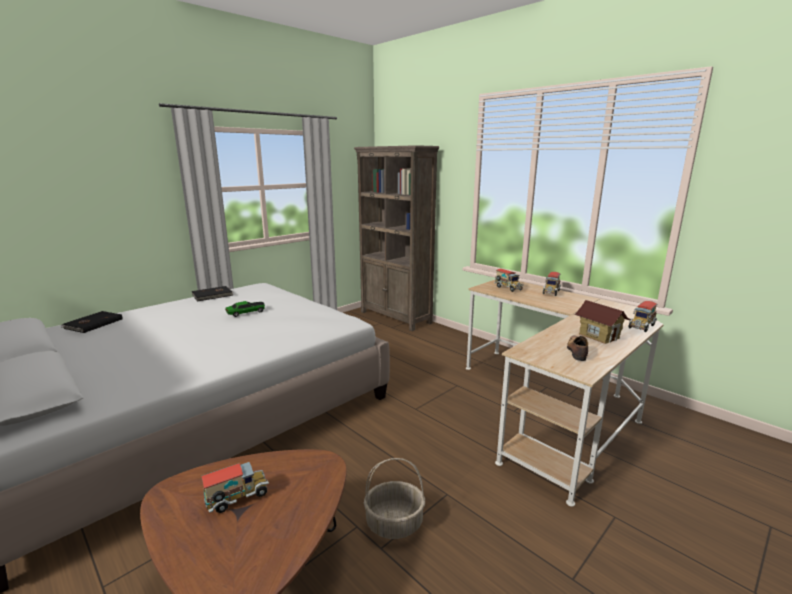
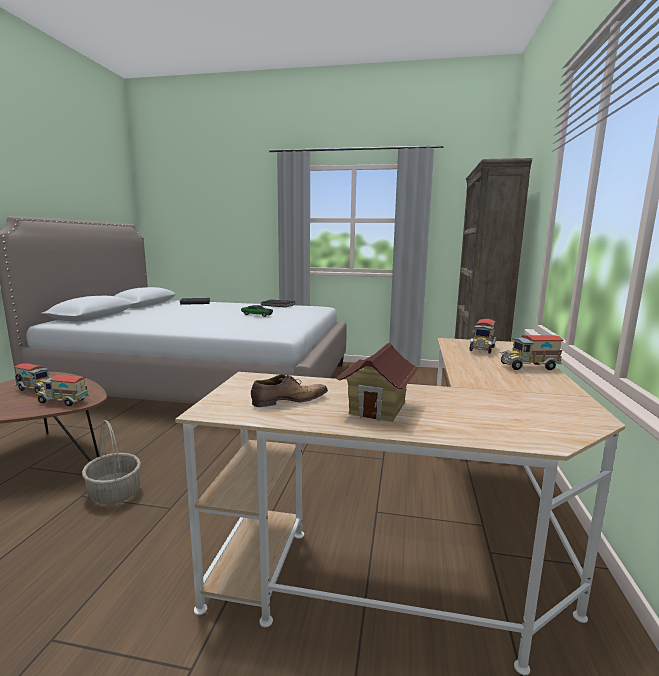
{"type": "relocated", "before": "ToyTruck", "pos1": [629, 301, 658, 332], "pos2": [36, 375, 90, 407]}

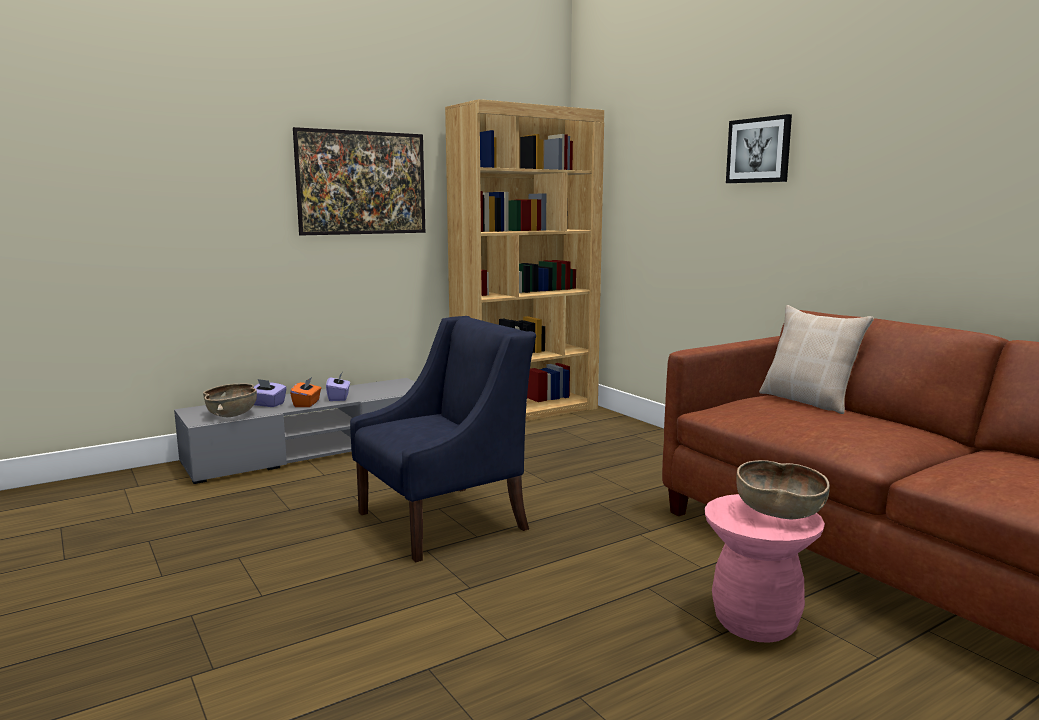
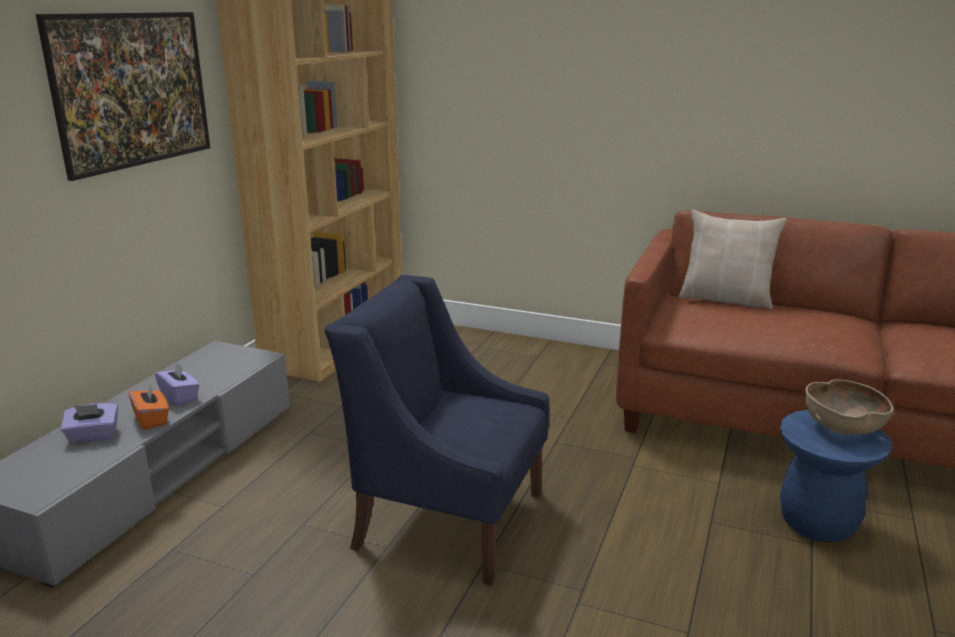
{"type": "missing", "before": "BrownBowl", "pos1": [203, 383, 257, 417]}
{"type": "missing", "before": "Picture", "pos1": [726, 114, 792, 183]}
{"type": "colour", "before": "PinkStool", "after": "BlueStool", "pos1": [705, 494, 825, 643], "pos2": [780, 410, 892, 542]}
{"type": "spun", "before": "BlueArmchair", "pos1": [350, 316, 536, 562], "pos2": [325, 275, 549, 586], "turn": -90}

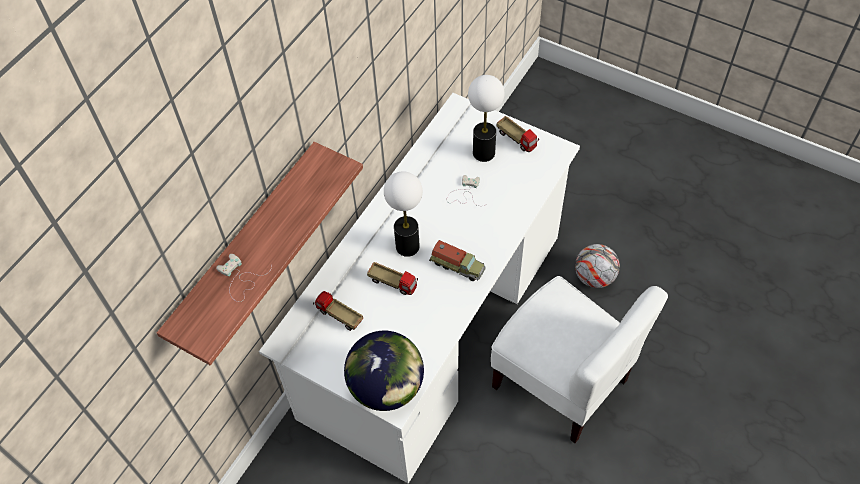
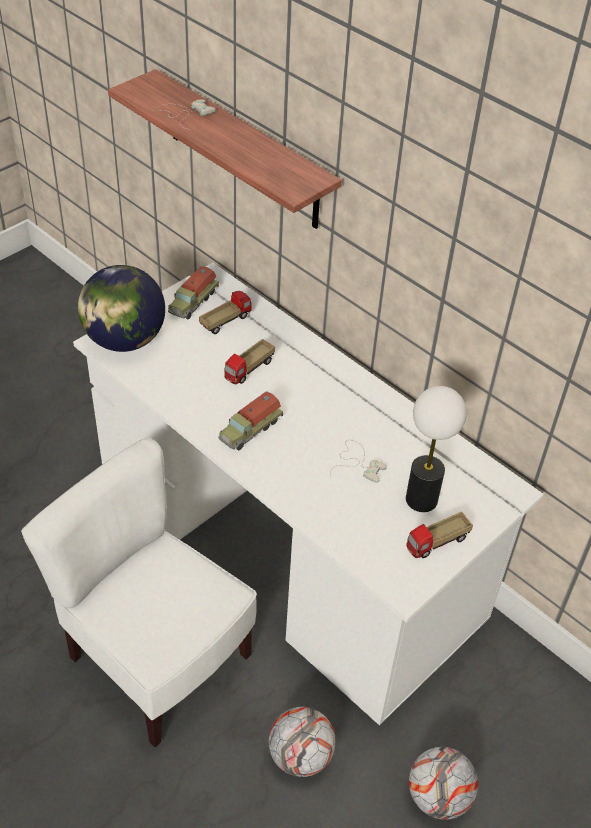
{"type": "missing", "before": "TableLamp", "pos1": [384, 171, 423, 257]}
{"type": "appeared", "after": "ToyTruck", "pos2": [168, 266, 219, 319]}
{"type": "appeared", "after": "Football", "pos2": [409, 747, 478, 820]}
{"type": "spun", "before": "WhiteChair", "pos1": [491, 276, 668, 443], "pos2": [21, 437, 257, 747], "turn": 75}

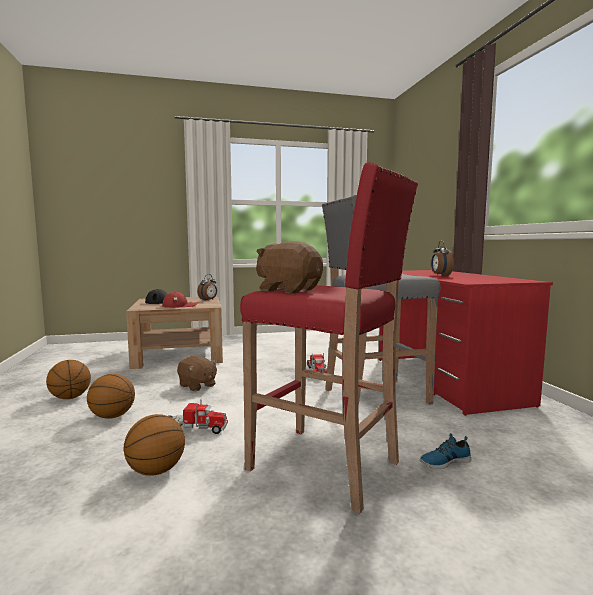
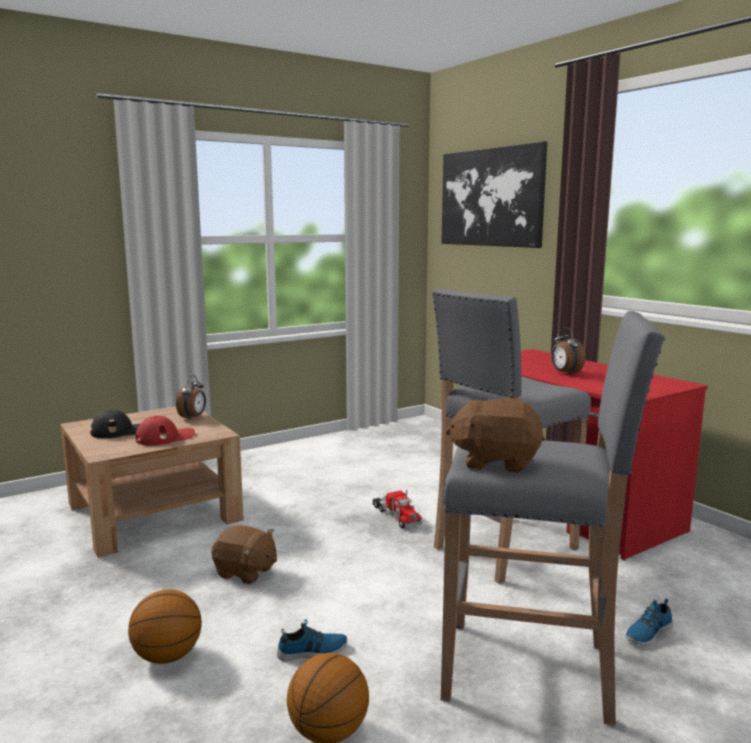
{"type": "missing", "before": "Basketball", "pos1": [46, 360, 91, 399]}
{"type": "appeared", "after": "Picture", "pos2": [442, 141, 547, 248]}
{"type": "exchanged", "before": "ToyTruck", "after": "Shoe", "pos1": [169, 399, 228, 434], "pos2": [277, 619, 347, 661]}
{"type": "colour", "before": "RedStool", "after": "GreyStool", "pos1": [240, 162, 418, 513], "pos2": [441, 311, 665, 726]}

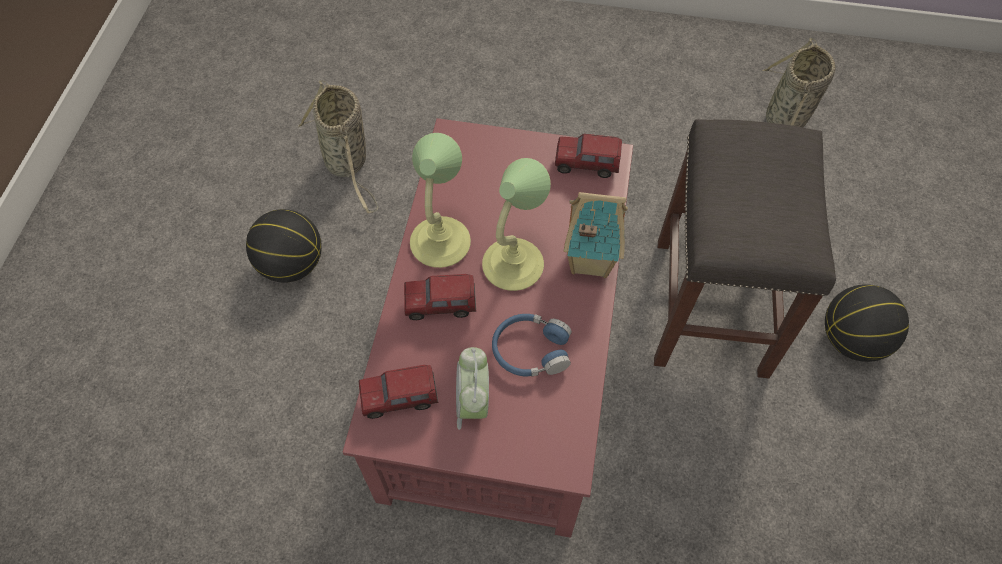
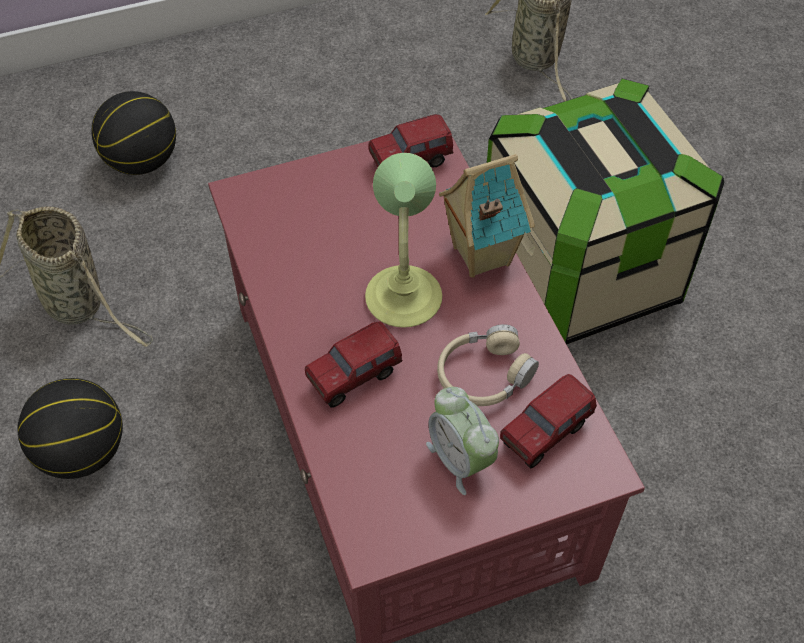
{"type": "missing", "before": "TableLamp", "pos1": [410, 133, 471, 268]}
{"type": "relocated", "before": "ToyTruck", "pos1": [359, 365, 439, 419], "pos2": [500, 374, 597, 469]}
{"type": "relocated", "before": "Basketball", "pos1": [825, 284, 909, 362], "pos2": [92, 91, 176, 175]}
{"type": "exchanged", "before": "GreyStool", "after": "StorageBox", "pos1": [654, 119, 836, 378], "pos2": [487, 79, 724, 345]}
{"type": "colour", "before": "BlueHeadphones", "after": "BeigeHeadphones", "pos1": [492, 314, 572, 377], "pos2": [437, 324, 539, 406]}

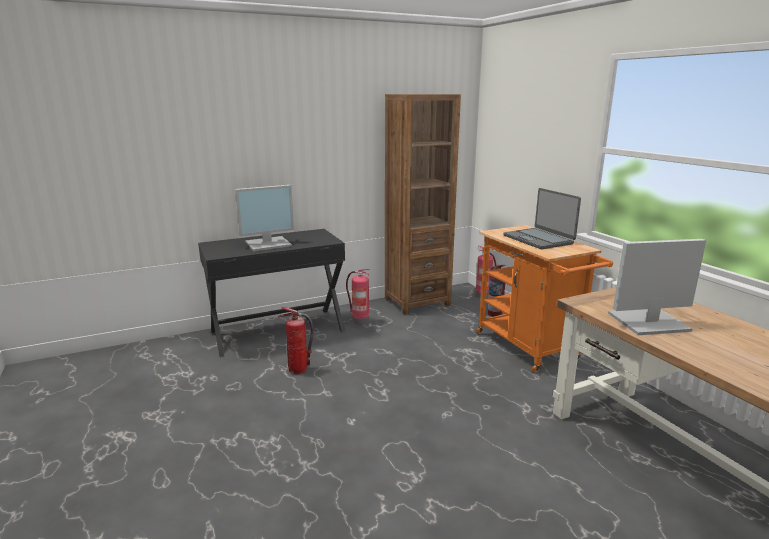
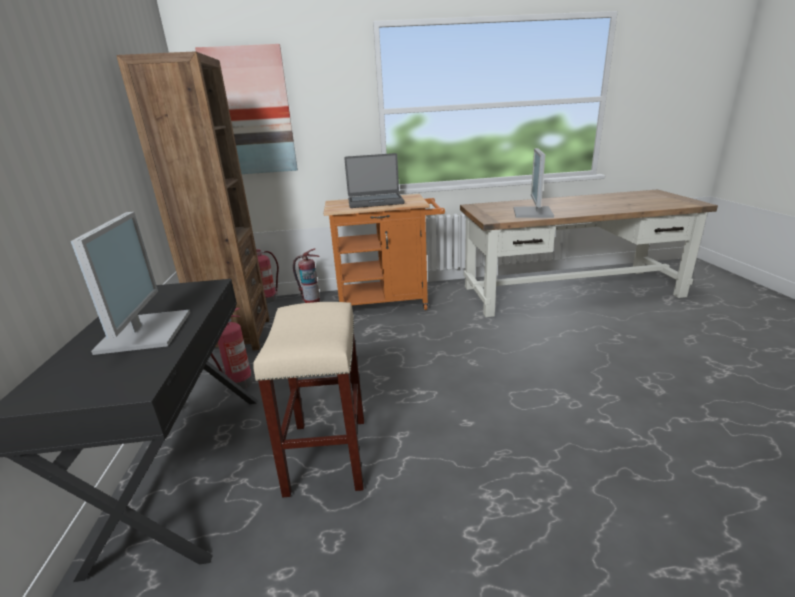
{"type": "appeared", "after": "Picture", "pos2": [195, 44, 298, 174]}
{"type": "exchanged", "before": "FireExtinguisher", "after": "BeigeStool", "pos1": [278, 307, 314, 374], "pos2": [253, 302, 364, 497]}

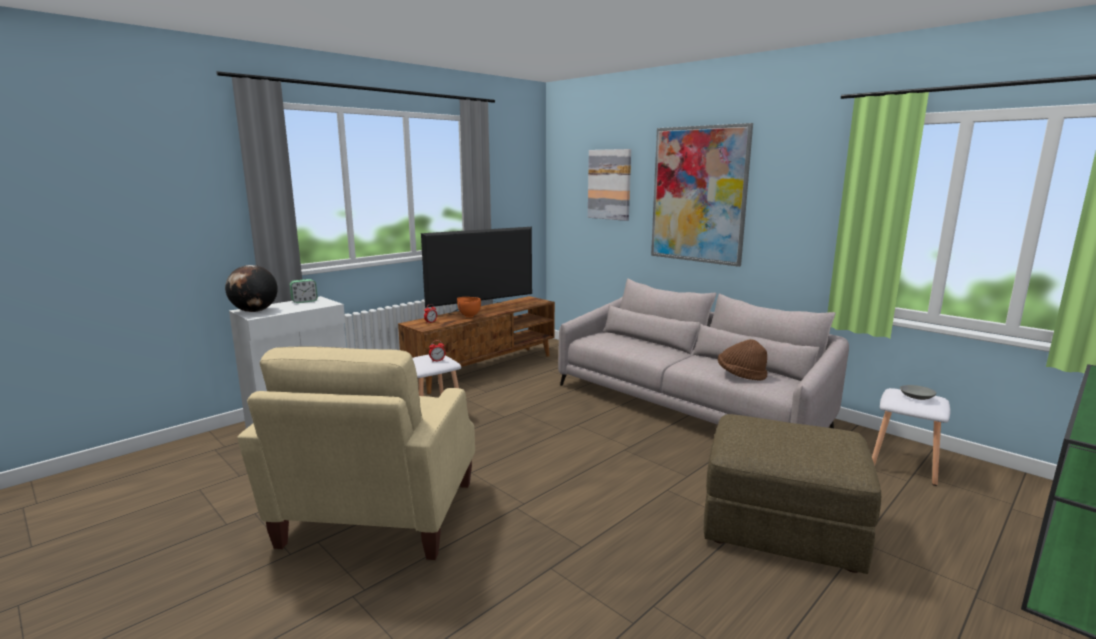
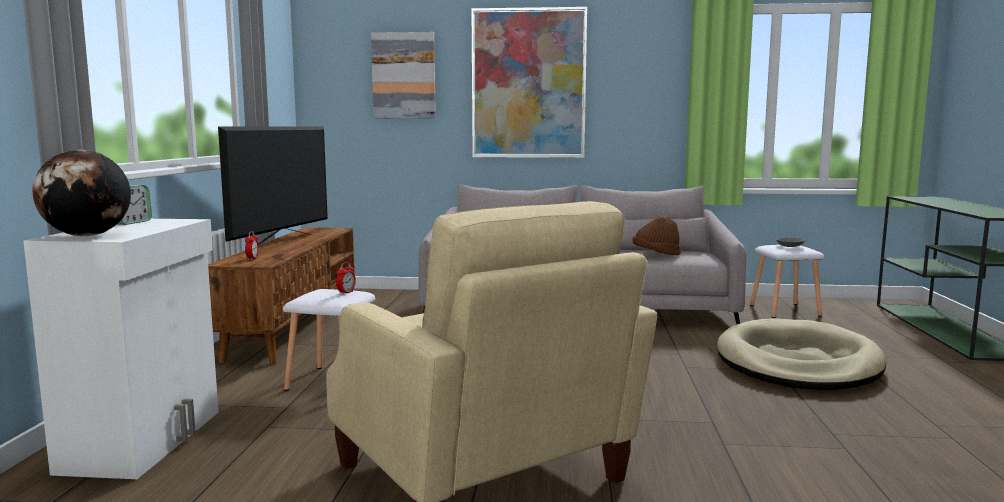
{"type": "missing", "before": "OrangeBowl", "pos1": [457, 297, 481, 318]}
{"type": "exchanged", "before": "BrownOttoman", "after": "BeigeDogBed", "pos1": [704, 414, 881, 574], "pos2": [717, 318, 887, 390]}

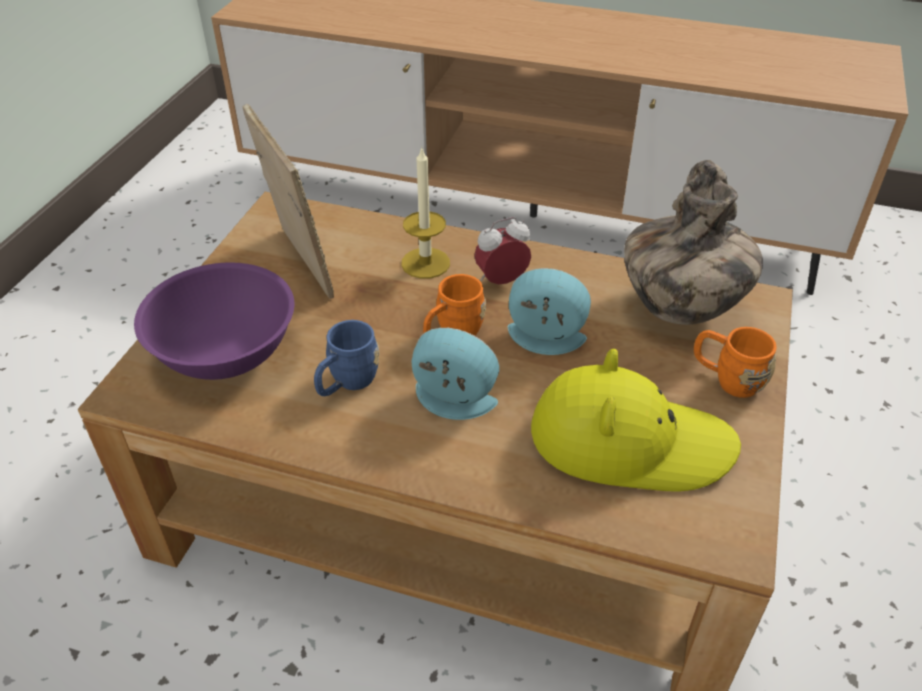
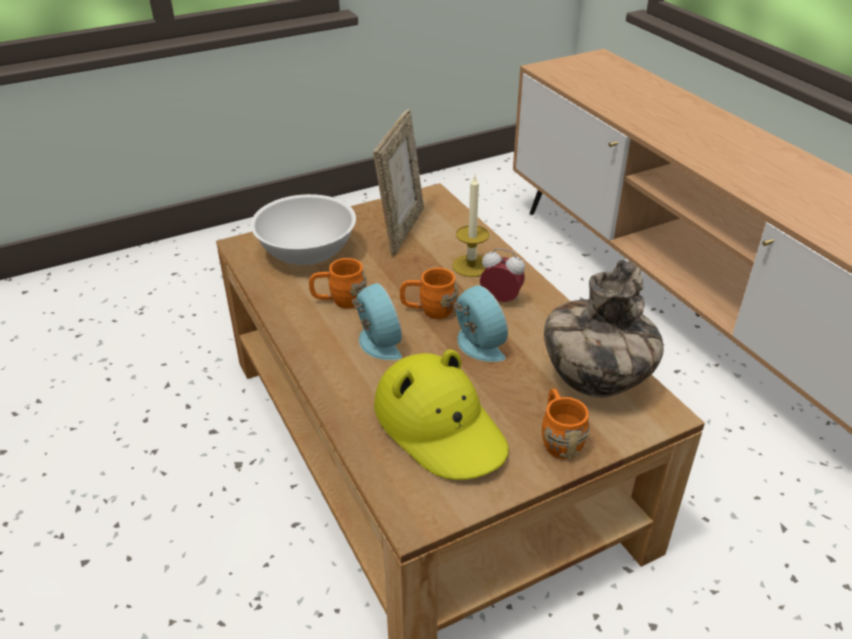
{"type": "colour", "before": "PurpleBowl", "after": "WhiteBowl", "pos1": [134, 263, 294, 380], "pos2": [251, 194, 356, 265]}
{"type": "colour", "before": "BlueMug", "after": "OrangeMug", "pos1": [314, 320, 379, 396], "pos2": [309, 258, 367, 308]}

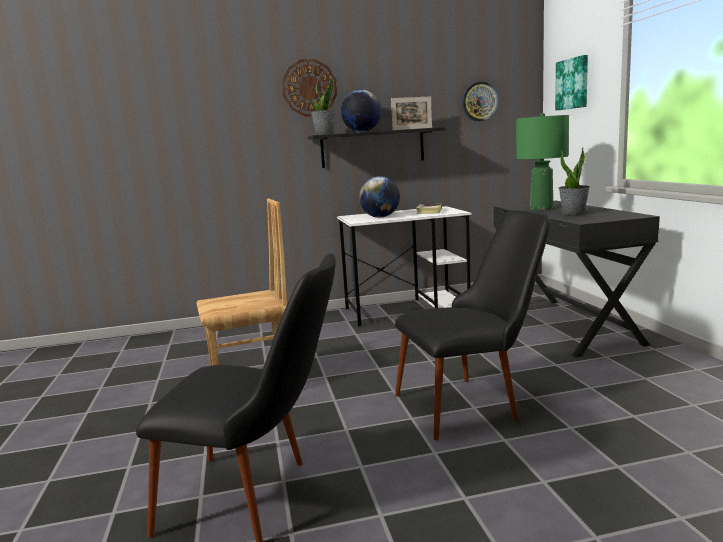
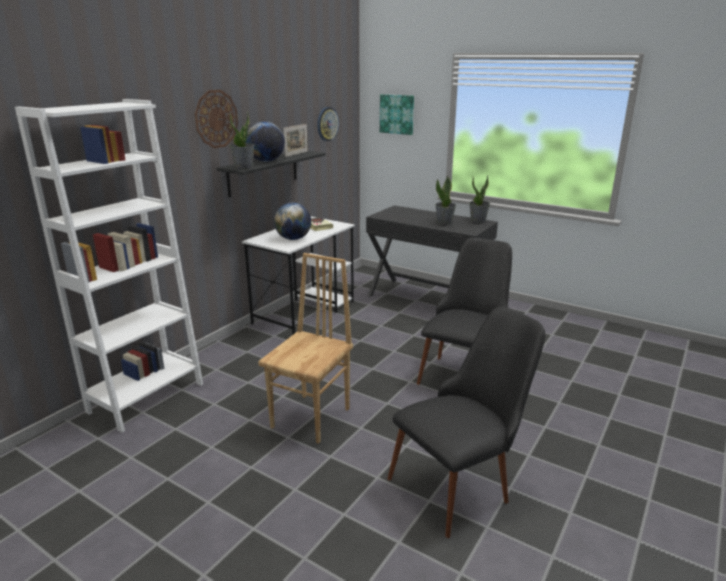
{"type": "missing", "before": "GreenTableLamp", "pos1": [516, 113, 569, 211]}
{"type": "appeared", "after": "WhiteBookcase", "pos2": [15, 99, 203, 433]}
{"type": "appeared", "after": "PottedPlant", "pos2": [469, 175, 490, 223]}

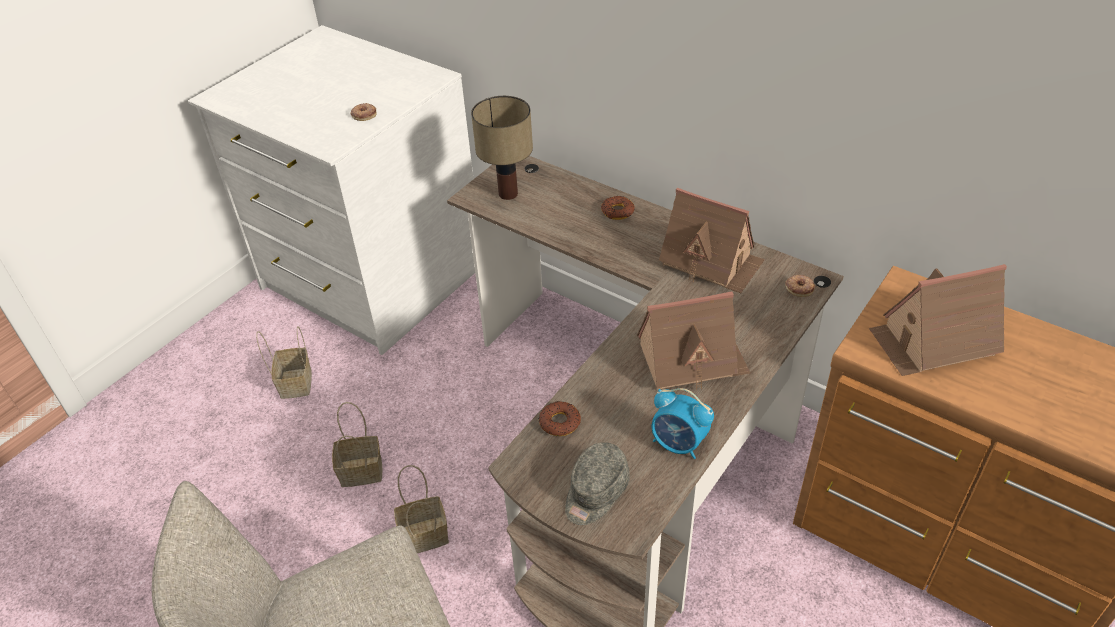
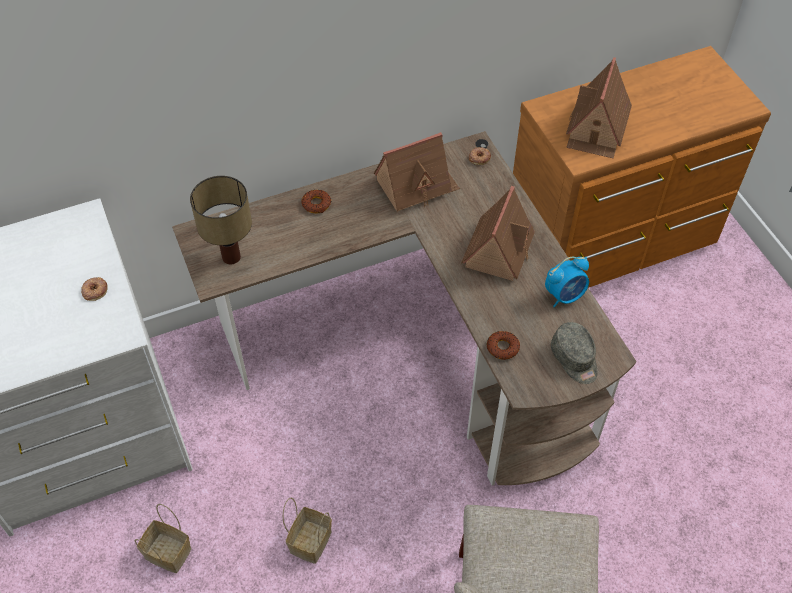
{"type": "missing", "before": "Basket", "pos1": [394, 465, 449, 553]}

